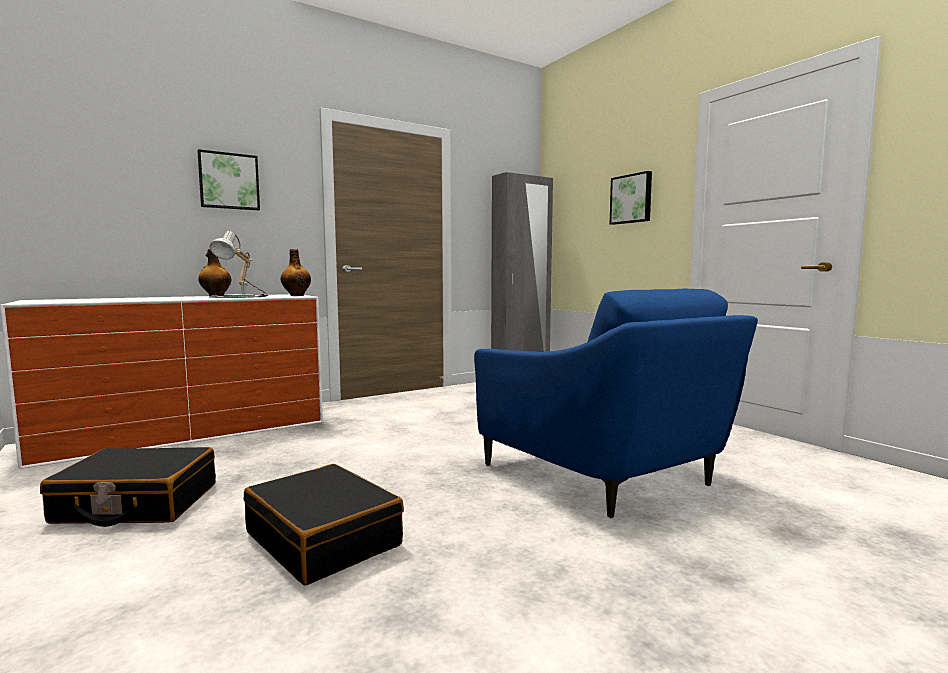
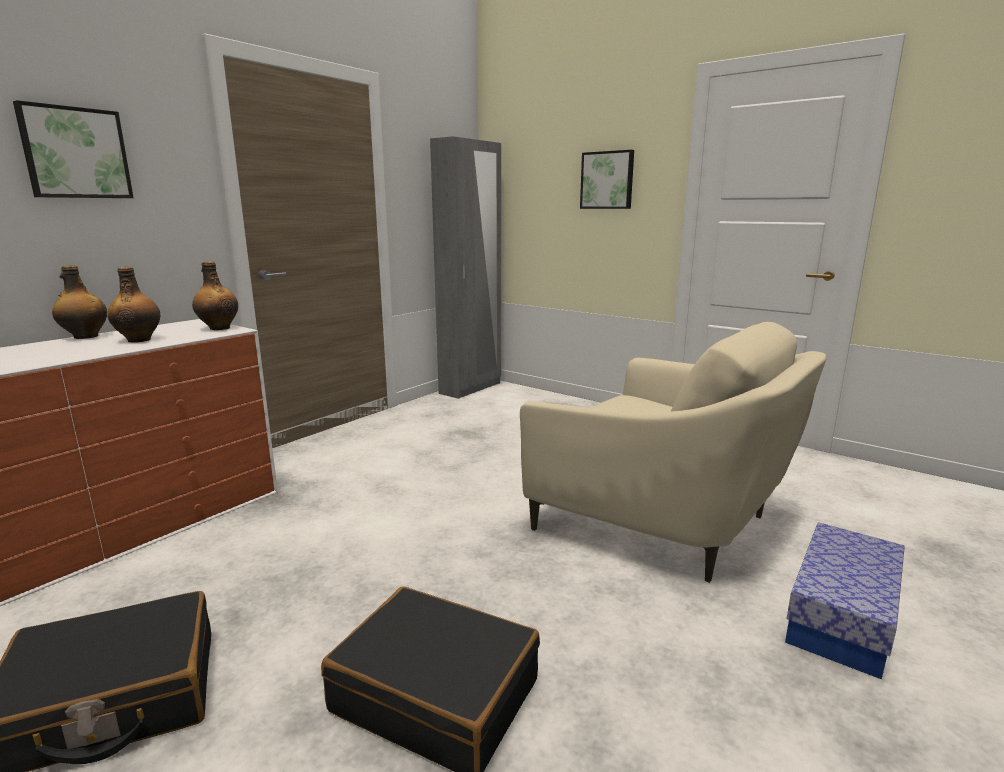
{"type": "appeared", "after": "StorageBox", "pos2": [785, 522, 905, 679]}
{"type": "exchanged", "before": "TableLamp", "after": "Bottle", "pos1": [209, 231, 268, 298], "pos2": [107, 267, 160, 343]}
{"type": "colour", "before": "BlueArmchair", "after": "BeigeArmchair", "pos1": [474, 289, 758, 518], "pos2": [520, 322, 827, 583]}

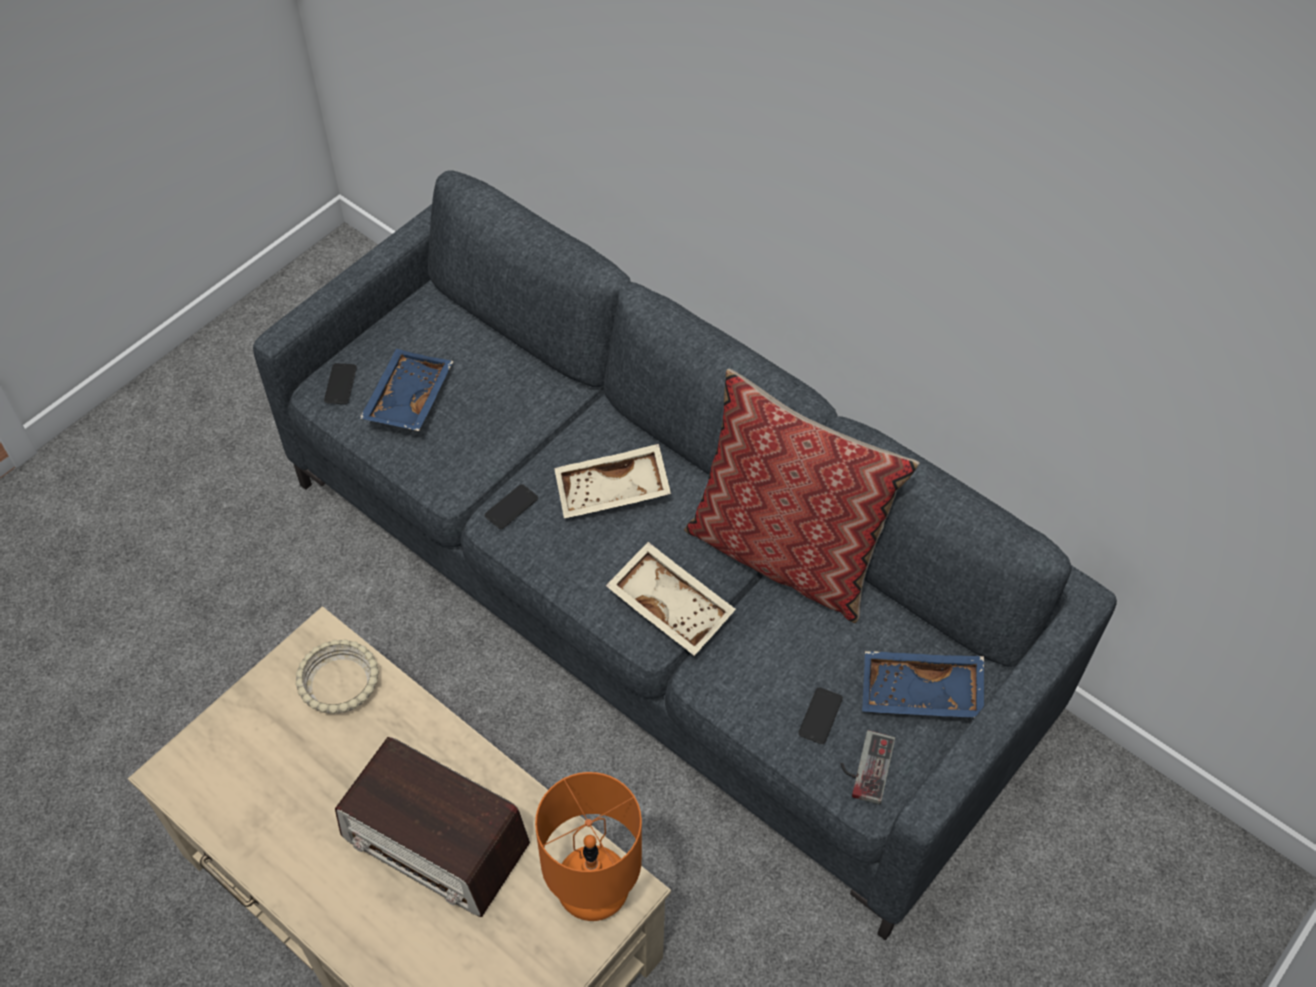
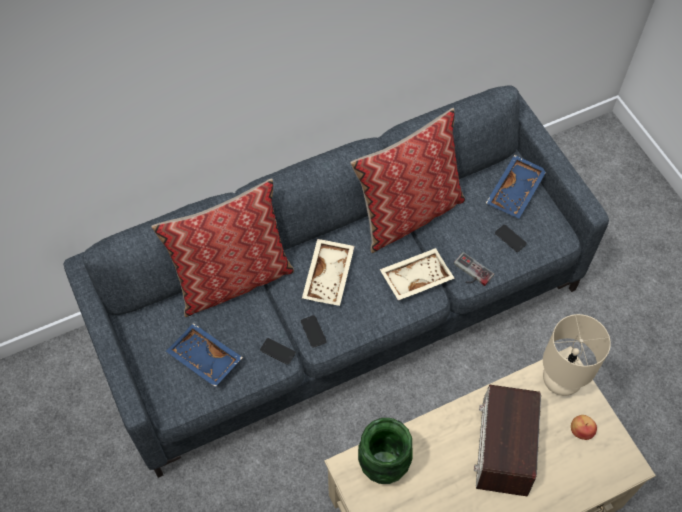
{"type": "appeared", "after": "Pillow", "pos2": [151, 178, 294, 317]}
{"type": "appeared", "after": "Apple", "pos2": [571, 415, 597, 440]}
{"type": "relocated", "before": "Phone", "pos1": [324, 363, 357, 404], "pos2": [260, 338, 296, 365]}
{"type": "relocated", "before": "GameController", "pos1": [841, 730, 895, 805], "pos2": [454, 252, 494, 286]}
{"type": "exchanged", "before": "BeigeBowl", "after": "GreenVase", "pos1": [295, 639, 379, 714], "pos2": [358, 418, 413, 484]}
{"type": "colour", "before": "OrangeTableLamp", "after": "BeigeTableLamp", "pos1": [535, 772, 642, 921], "pos2": [543, 314, 611, 396]}
{"type": "spun", "before": "Radio", "pos1": [335, 737, 530, 917], "pos2": [474, 385, 541, 496], "turn": 135}

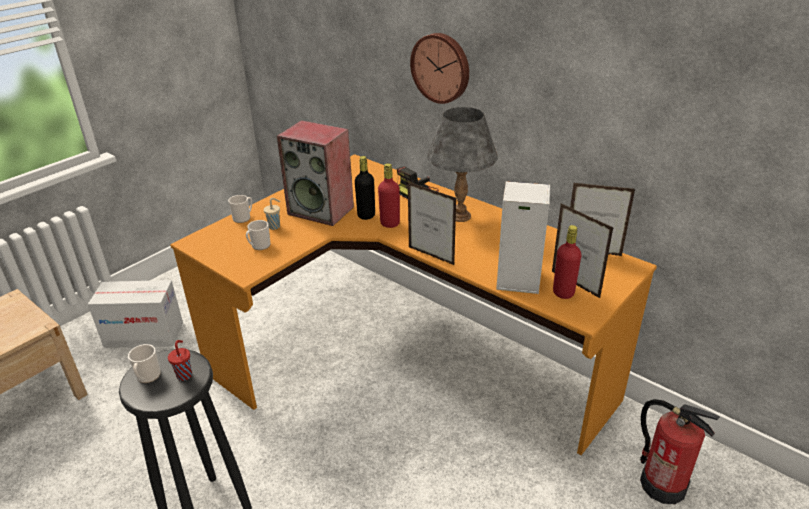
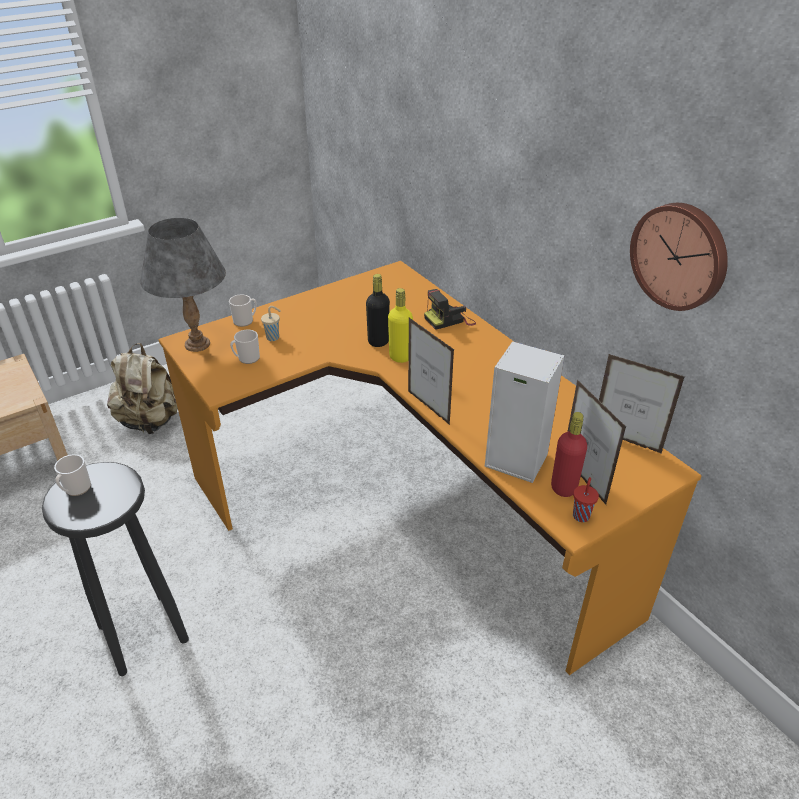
{"type": "missing", "before": "Speaker", "pos1": [277, 120, 354, 226]}
{"type": "missing", "before": "FireExtinguisher", "pos1": [640, 399, 720, 504]}
{"type": "relocated", "before": "RedCup", "pos1": [168, 340, 192, 381], "pos2": [573, 477, 599, 522]}
{"type": "relocated", "before": "WallClock", "pos1": [410, 33, 469, 104], "pos2": [630, 203, 728, 311]}
{"type": "relocated", "before": "GreyTableLamp", "pos1": [427, 107, 498, 222], "pos2": [140, 218, 226, 352]}
{"type": "exchanged", "before": "CardboardBox", "after": "BeigeBackpack", "pos1": [88, 280, 183, 348], "pos2": [107, 343, 178, 434]}
{"type": "colour", "before": "RedBottle", "after": "YellowBottle", "pos1": [378, 163, 400, 228], "pos2": [388, 288, 413, 363]}

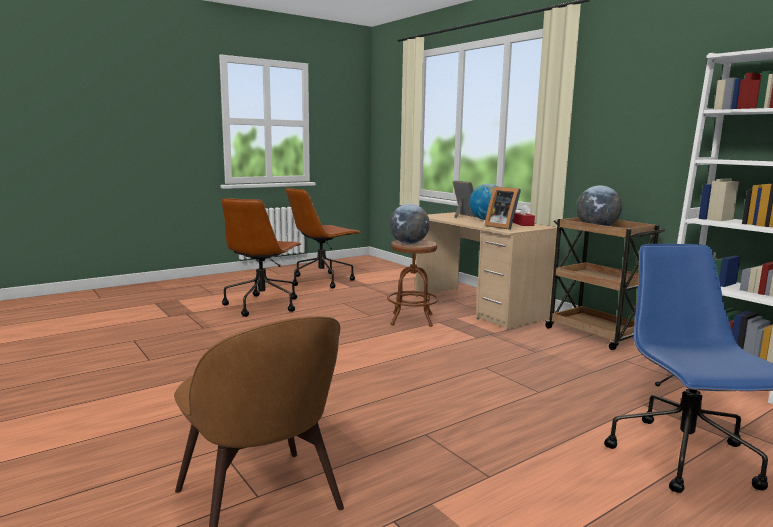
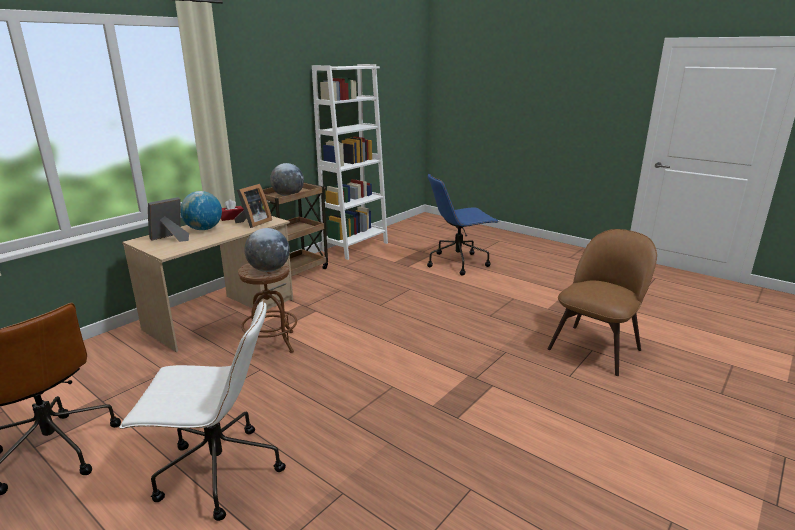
{"type": "colour", "before": "BrownOfficeChair", "after": "WhiteOfficeChair", "pos1": [222, 198, 301, 317], "pos2": [119, 300, 286, 521]}

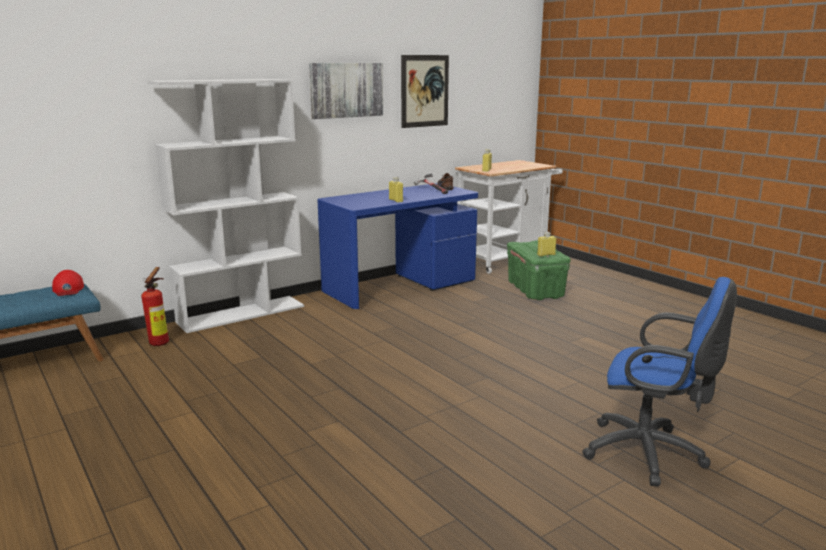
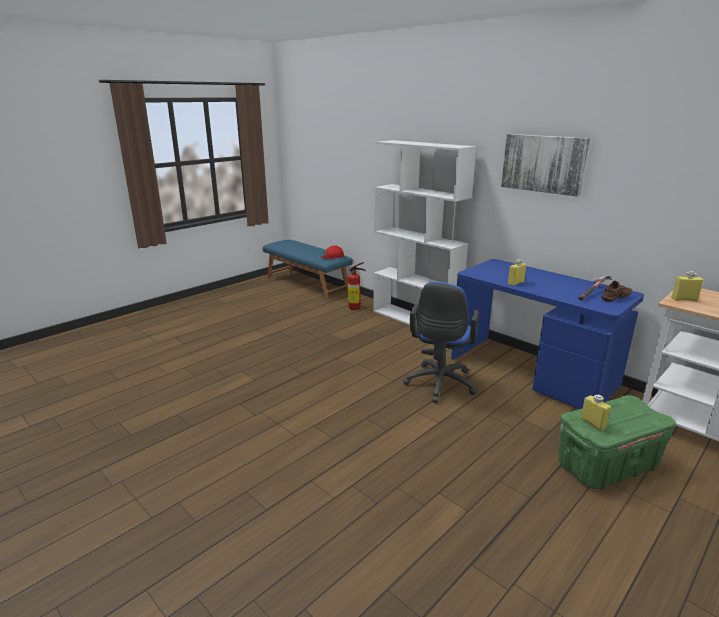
{"type": "missing", "before": "Picture", "pos1": [401, 55, 449, 128]}
{"type": "relocated", "before": "BlueOfficeChair", "pos1": [582, 277, 737, 486], "pos2": [403, 282, 479, 403]}

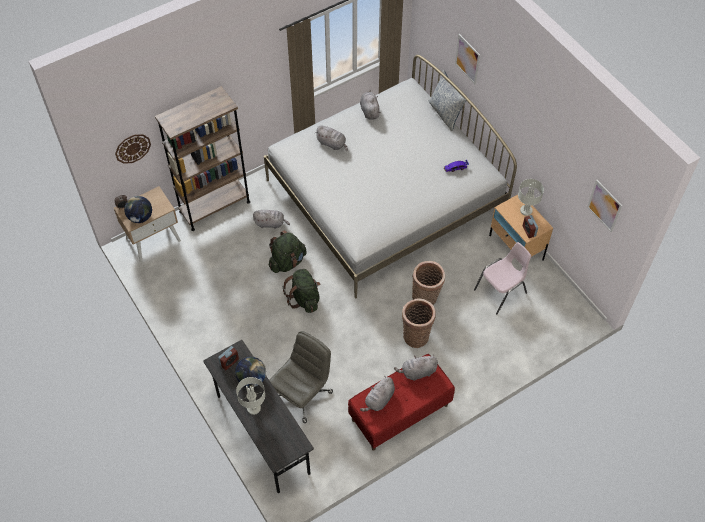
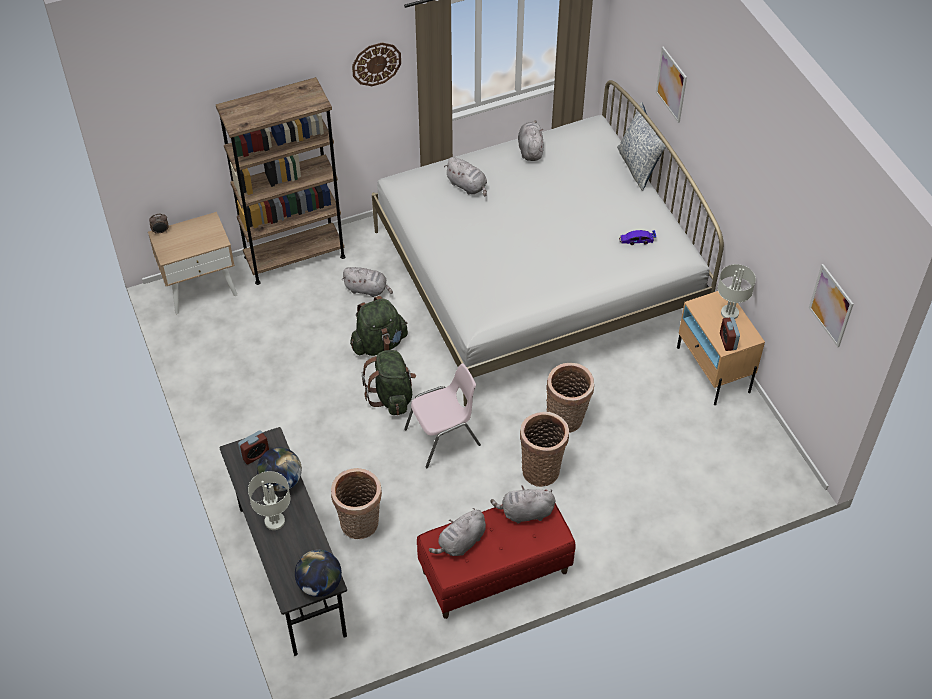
{"type": "relocated", "before": "WallClock", "pos1": [115, 134, 151, 164], "pos2": [352, 43, 401, 86]}
{"type": "relocated", "before": "Globe", "pos1": [124, 196, 152, 223], "pos2": [295, 550, 342, 597]}
{"type": "relocated", "before": "PinkChair", "pos1": [474, 242, 531, 314], "pos2": [404, 363, 481, 468]}
{"type": "exchanged", "before": "GreyOfficeChair", "after": "Basket", "pos1": [269, 331, 333, 423], "pos2": [331, 468, 382, 539]}

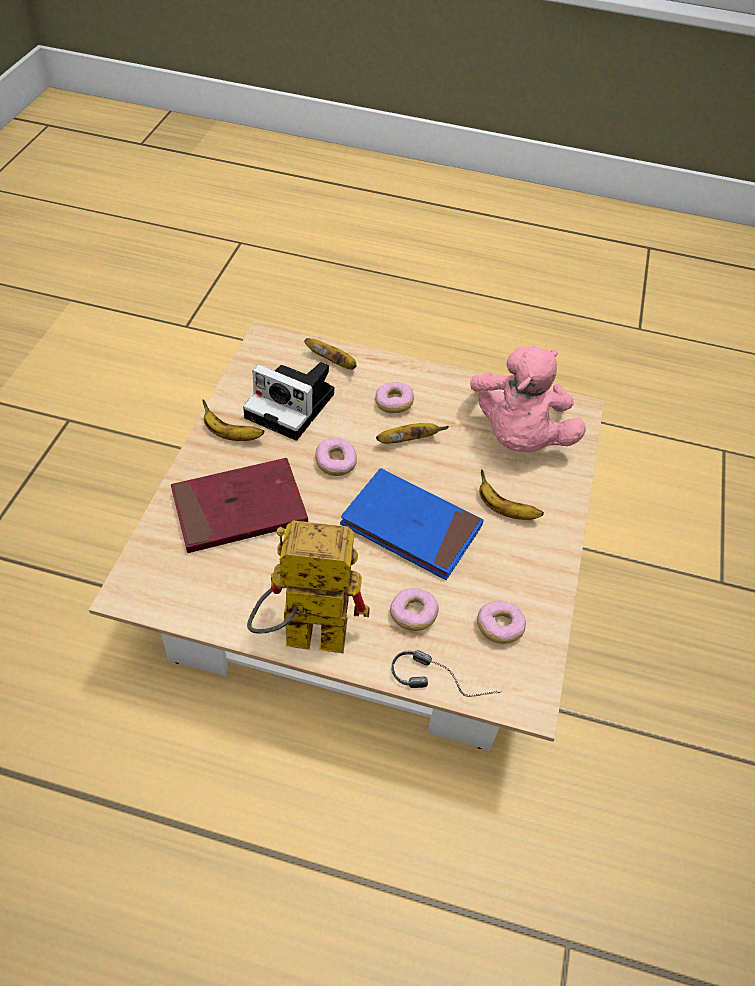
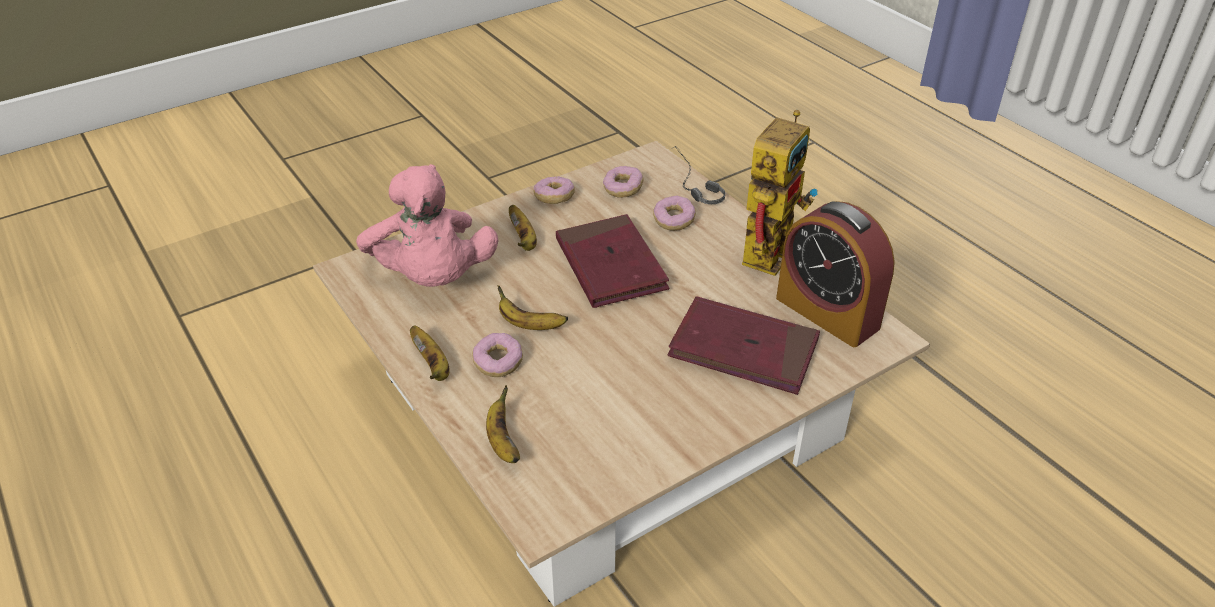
{"type": "missing", "before": "PhotoCamera", "pos1": [243, 362, 334, 441]}
{"type": "appeared", "after": "AlarmClock", "pos2": [776, 201, 895, 347]}
{"type": "relocated", "before": "Banana", "pos1": [203, 400, 264, 441], "pos2": [410, 326, 450, 381]}
{"type": "relocated", "before": "Donut", "pos1": [316, 438, 357, 476], "pos2": [534, 176, 575, 204]}
{"type": "colour", "before": "BlueBook", "after": "RedBook", "pos1": [340, 468, 484, 580], "pos2": [556, 214, 669, 308]}
{"type": "spun", "before": "ToyRobot", "pos1": [247, 520, 370, 654], "pos2": [742, 110, 817, 276], "turn": -105}
{"type": "spun", "before": "PinkPlushToy", "pos1": [470, 346, 586, 452], "pos2": [356, 164, 499, 287], "turn": 105}

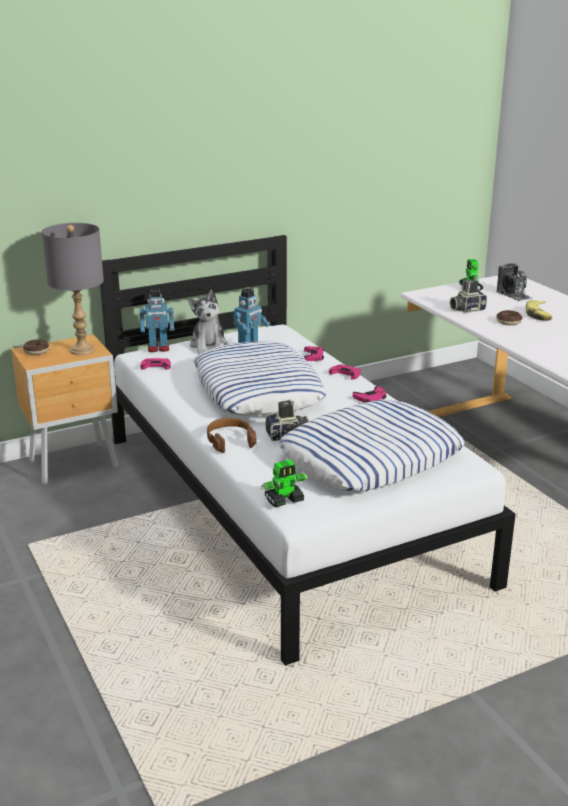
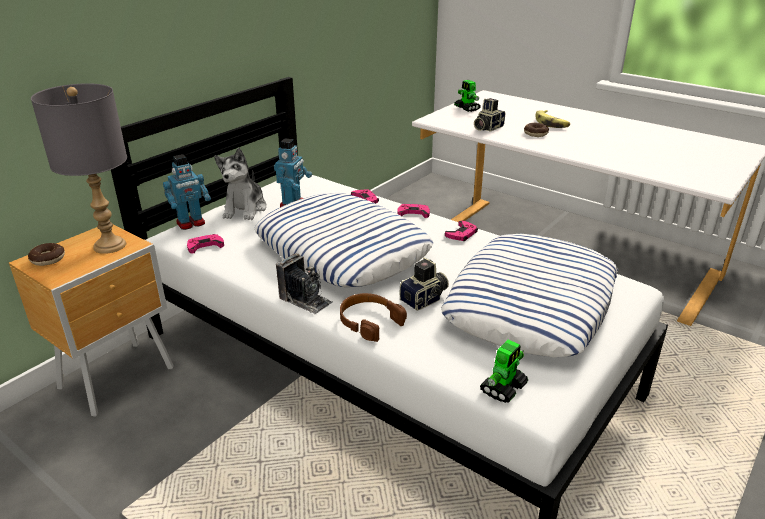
{"type": "relocated", "before": "PhotoCamera", "pos1": [497, 263, 532, 301], "pos2": [276, 253, 333, 315]}
{"type": "spun", "before": "PlushToy", "pos1": [188, 290, 228, 354], "pos2": [214, 148, 267, 220], "turn": 45}

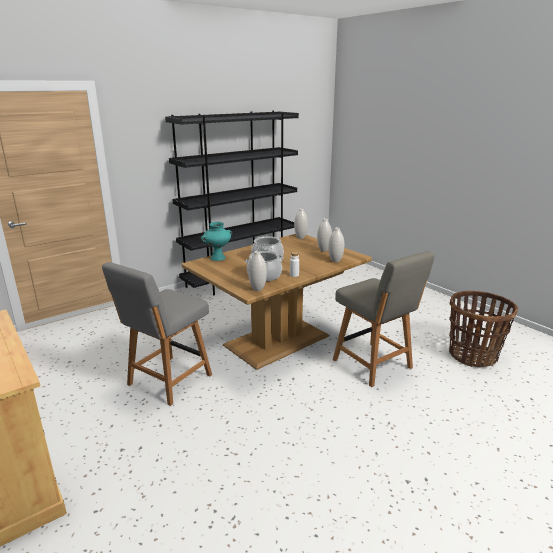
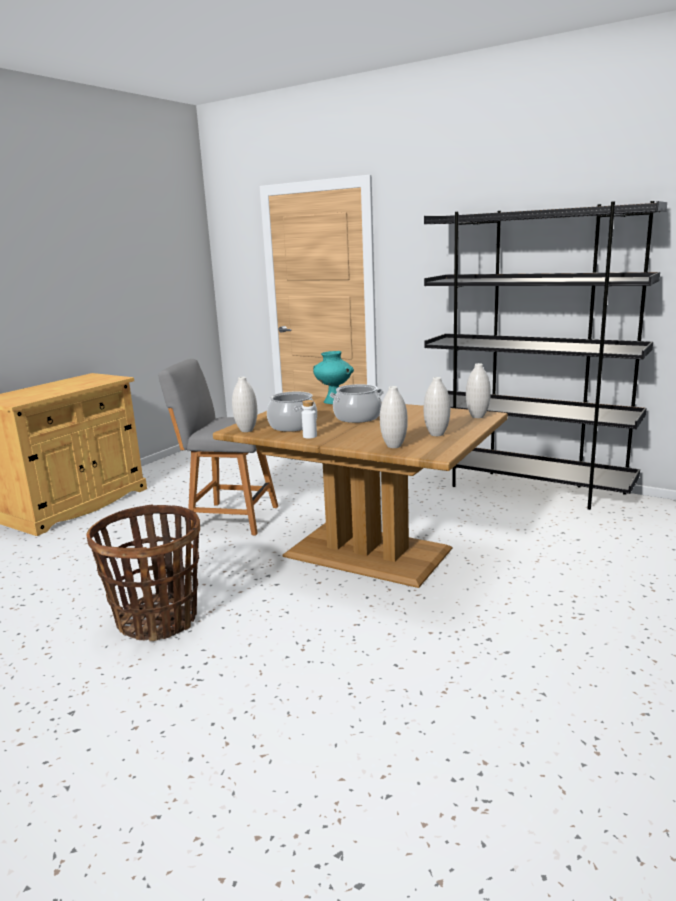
{"type": "missing", "before": "GreyChair", "pos1": [333, 251, 435, 387]}
{"type": "relocated", "before": "Basket", "pos1": [449, 291, 518, 368], "pos2": [87, 504, 200, 641]}

